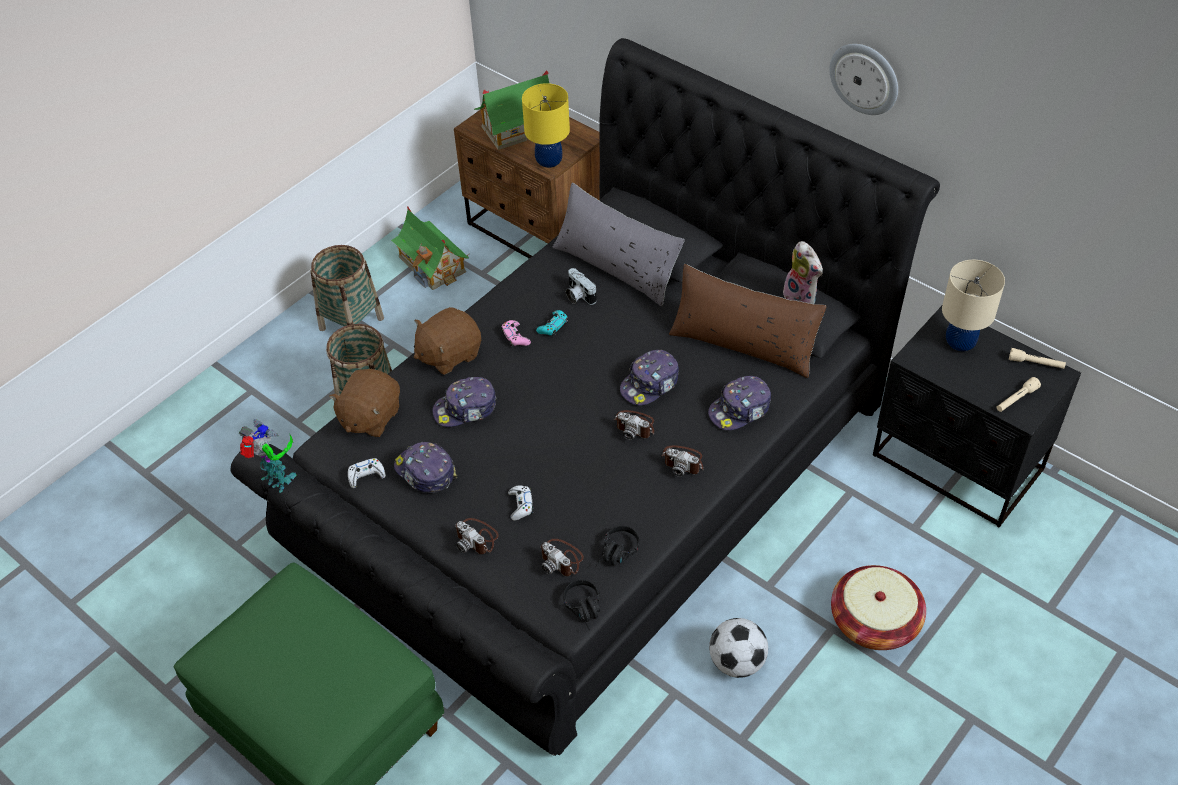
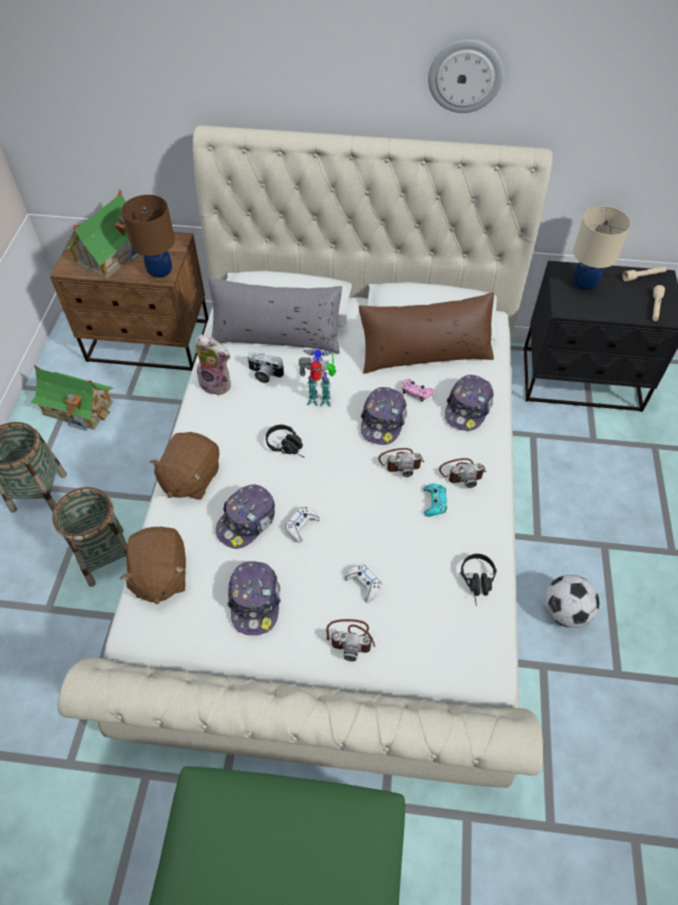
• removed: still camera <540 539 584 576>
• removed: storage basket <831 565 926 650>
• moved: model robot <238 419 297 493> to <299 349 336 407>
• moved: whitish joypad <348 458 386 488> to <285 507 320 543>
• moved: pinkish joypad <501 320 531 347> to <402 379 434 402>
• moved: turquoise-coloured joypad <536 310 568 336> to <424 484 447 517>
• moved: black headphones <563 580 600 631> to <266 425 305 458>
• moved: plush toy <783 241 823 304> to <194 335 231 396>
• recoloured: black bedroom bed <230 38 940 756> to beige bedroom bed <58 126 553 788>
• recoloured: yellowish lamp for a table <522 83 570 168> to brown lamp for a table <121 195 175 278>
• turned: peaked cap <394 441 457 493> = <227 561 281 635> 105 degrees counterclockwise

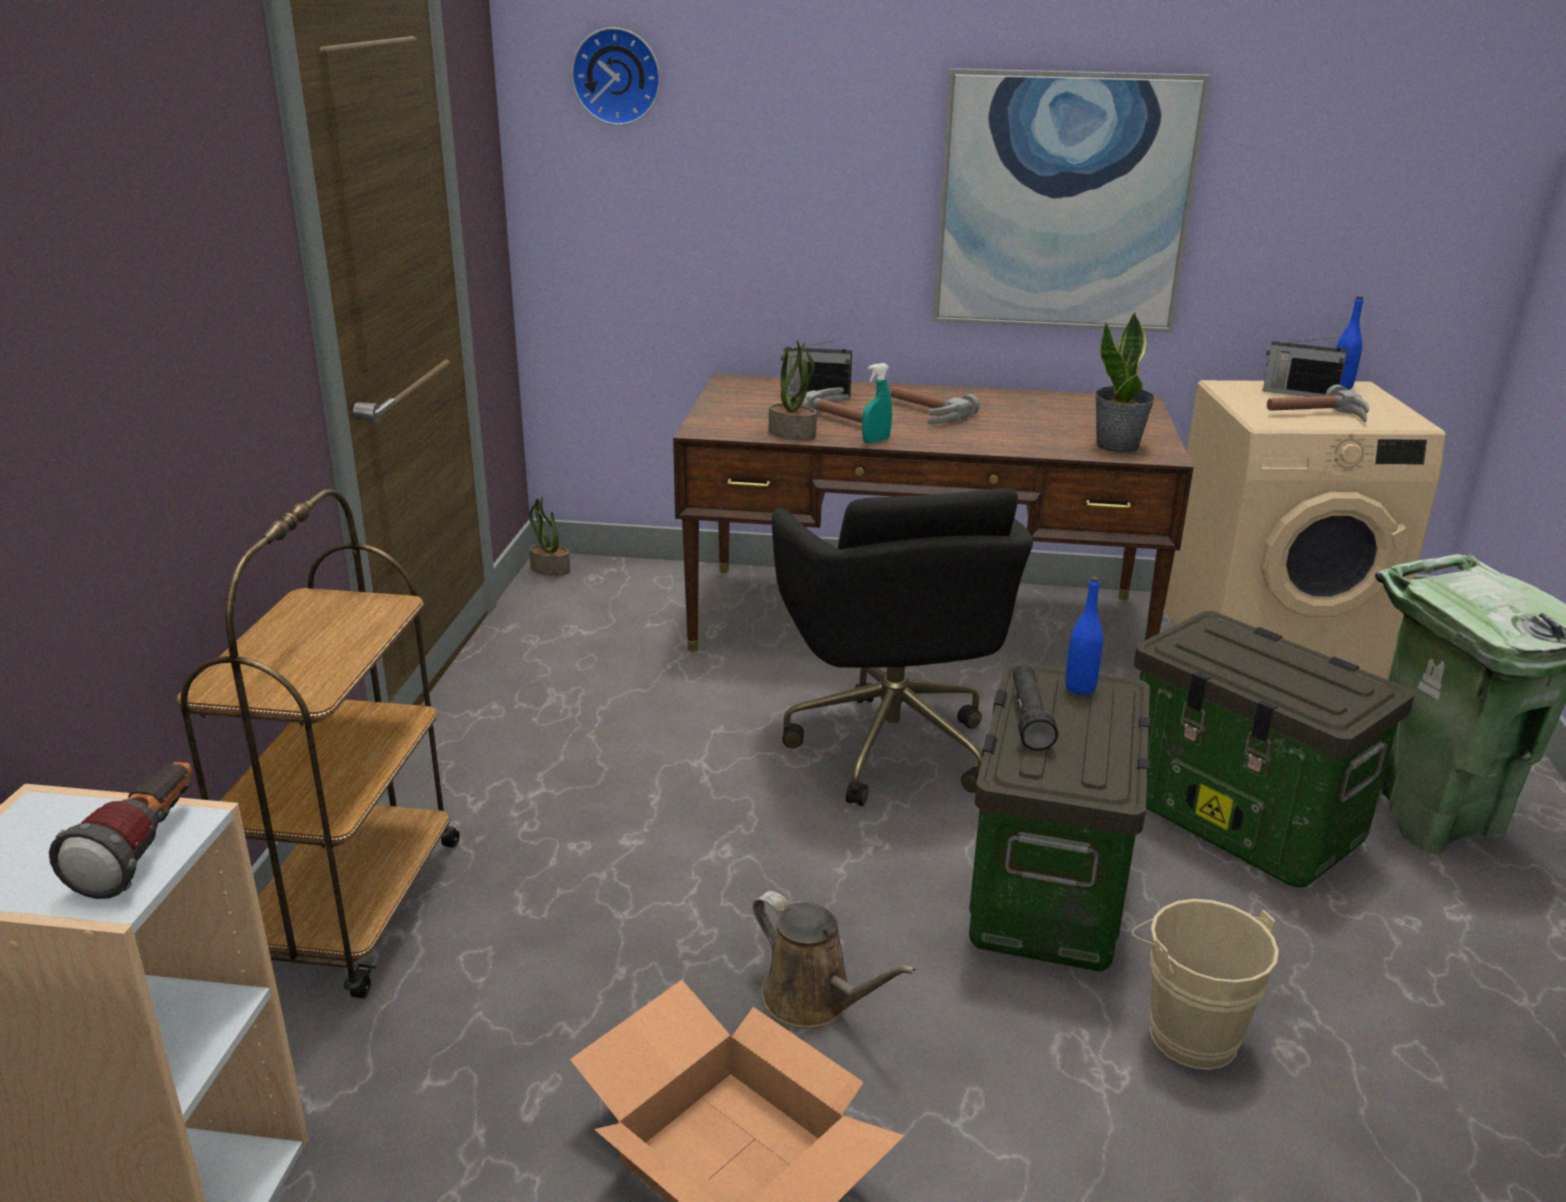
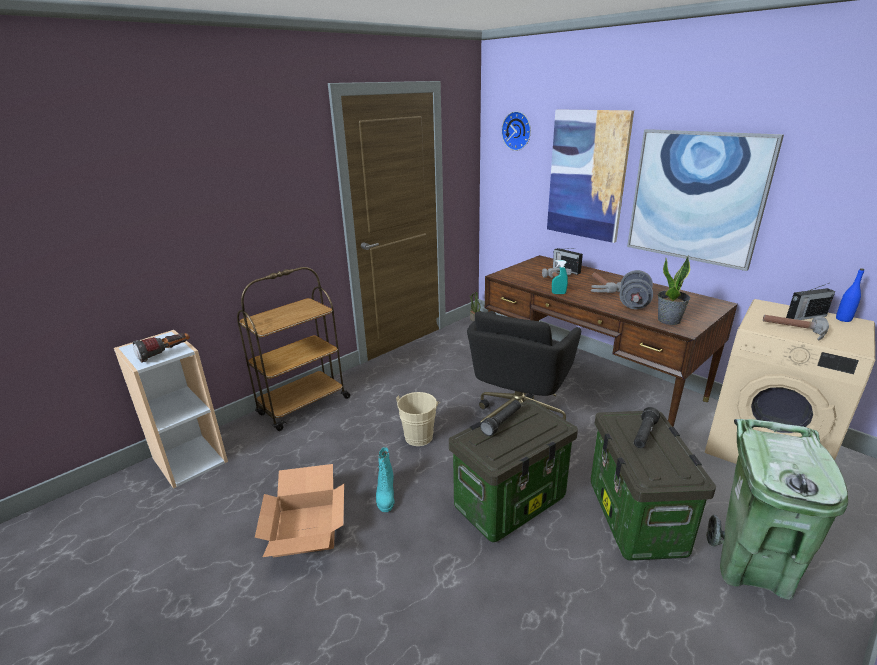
• removed: houseplant <769 340 817 440>
• removed: bluish drink bottle <1065 576 1103 695>
• added: wall art <547 109 634 243>
• added: grey hand weight <620 270 653 309>
• added: black torch <634 407 660 448>
• moved: beige water bucket <1132 899 1279 1070> to <396 392 440 446>
• replaced: brown watering can <753 891 916 1028> to turquoise-coloured boot <376 447 395 512>
• turned: radio <1263 336 1347 397> = <786 283 835 320> 75 degrees counterclockwise

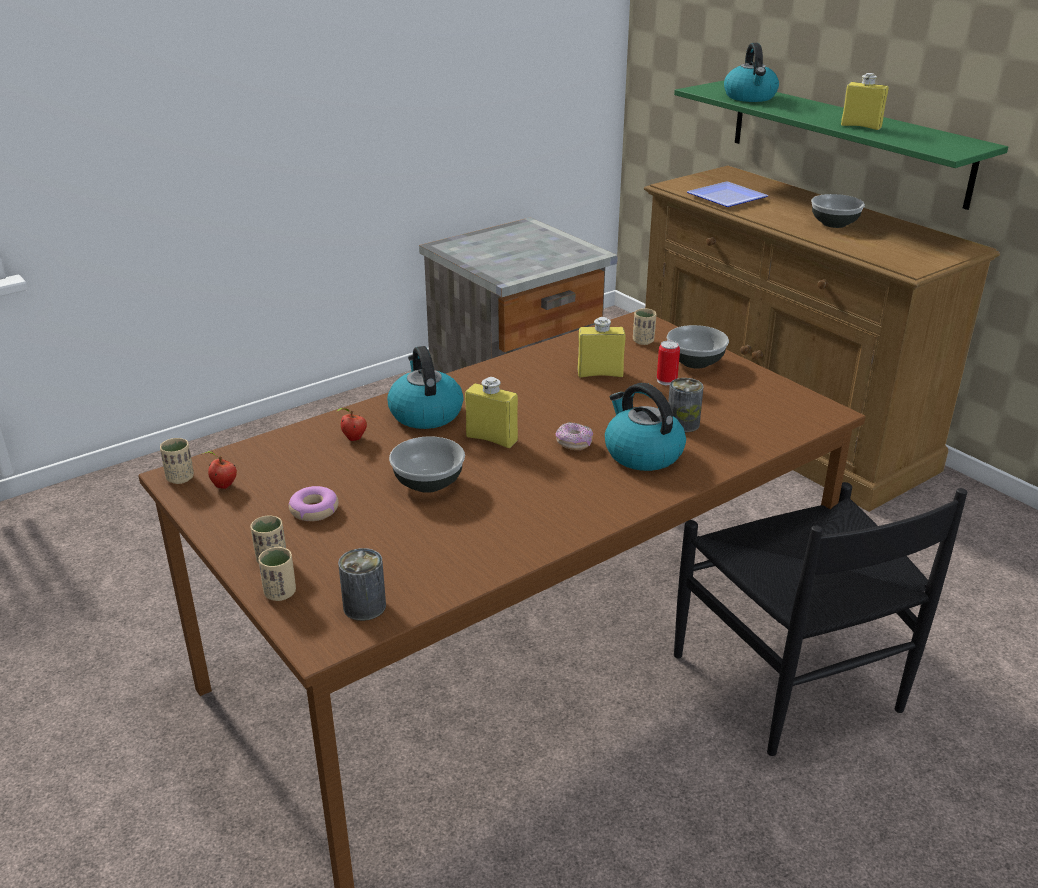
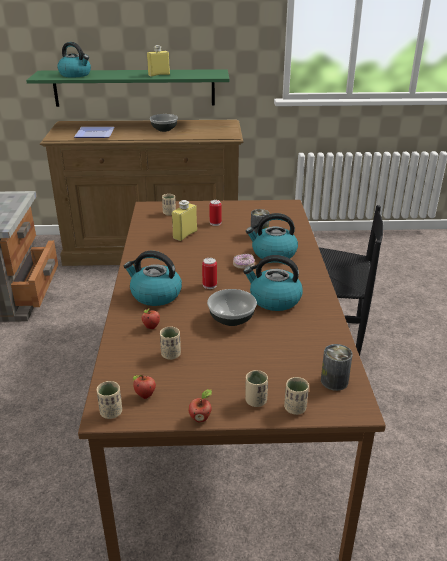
• removed: ring doughnut <289 486 339 521>
• removed: deep dish <667 325 729 369>
• added: beige small cup <160 326 181 360>
• added: apple <188 389 212 422>
• added: water kettle <243 255 303 311>
• replaced: yellowish drink bottle <465 377 518 448> to sealed can <202 258 217 289>

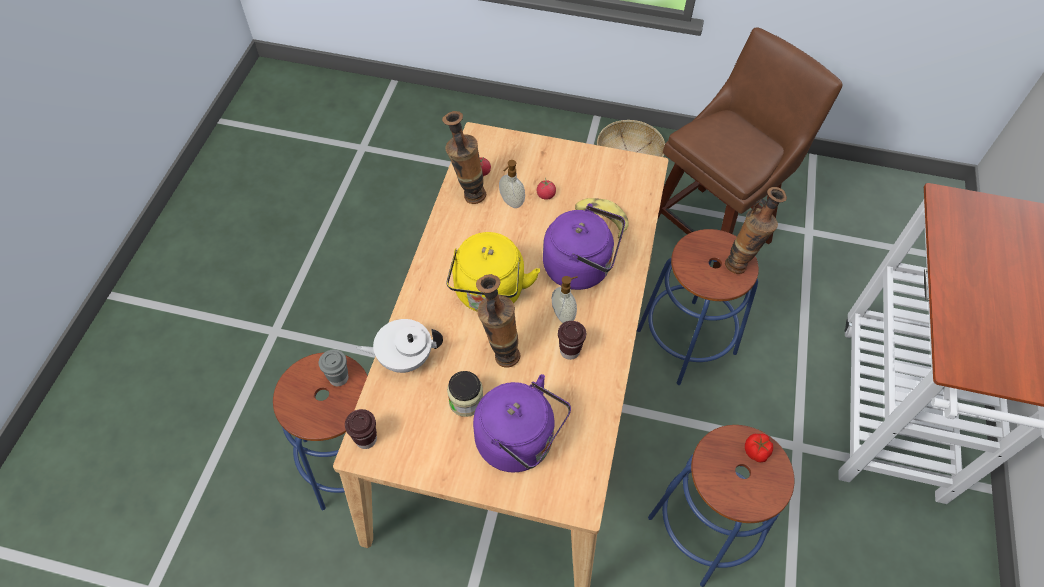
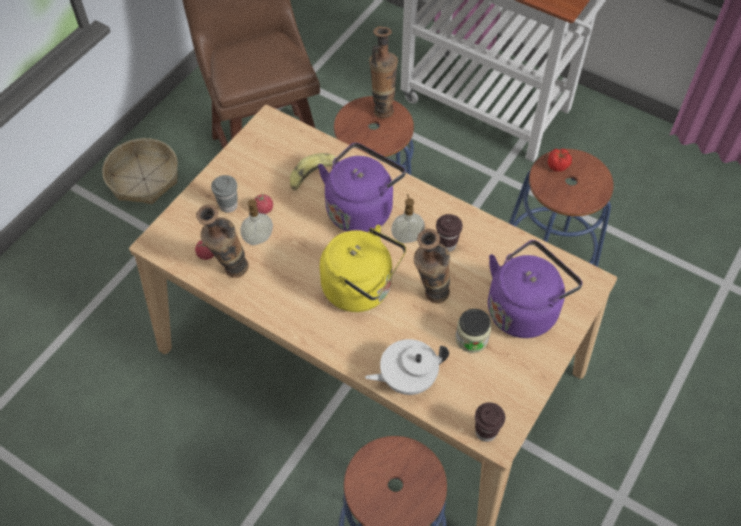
• moved: grey small cup <319 349 348 386> to <211 175 238 213>
• turned: whitish pot for tea <357 319 443 373> = <365 339 449 395> 60 degrees clockwise

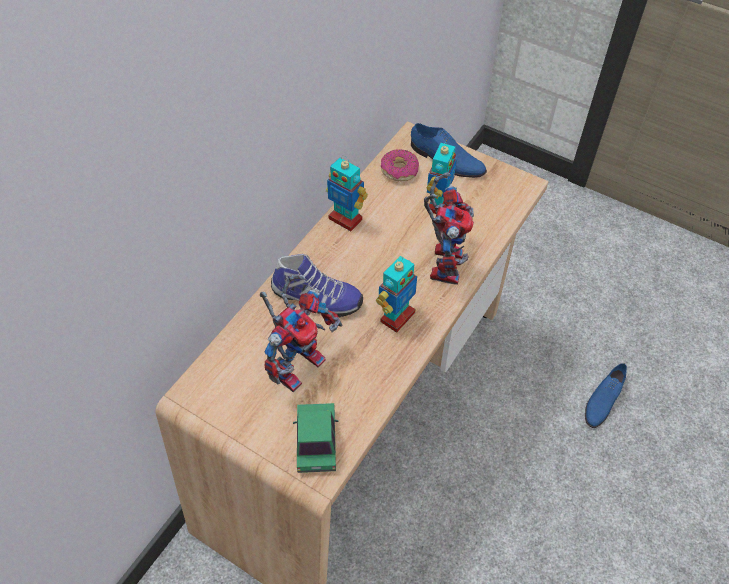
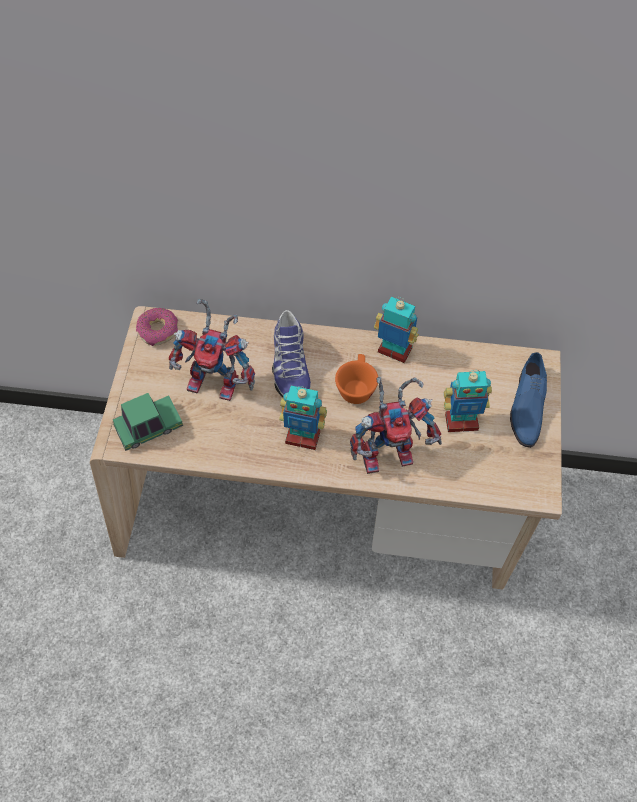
• removed: bluish low shoe <585 363 627 428>
• added: orange small cup <335 354 378 404>
• moved: ring doughnut <381 149 419 181> to <136 308 178 346>
• turned: model robot <326 156 368 231> = <374 297 419 363> 105 degrees clockwise

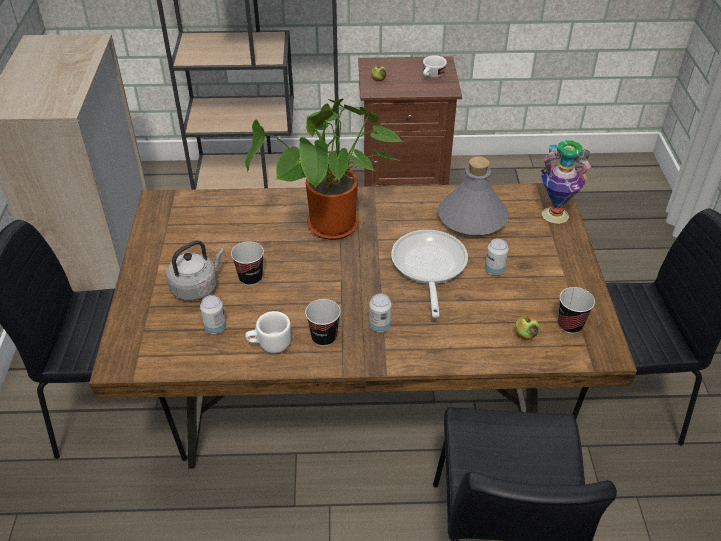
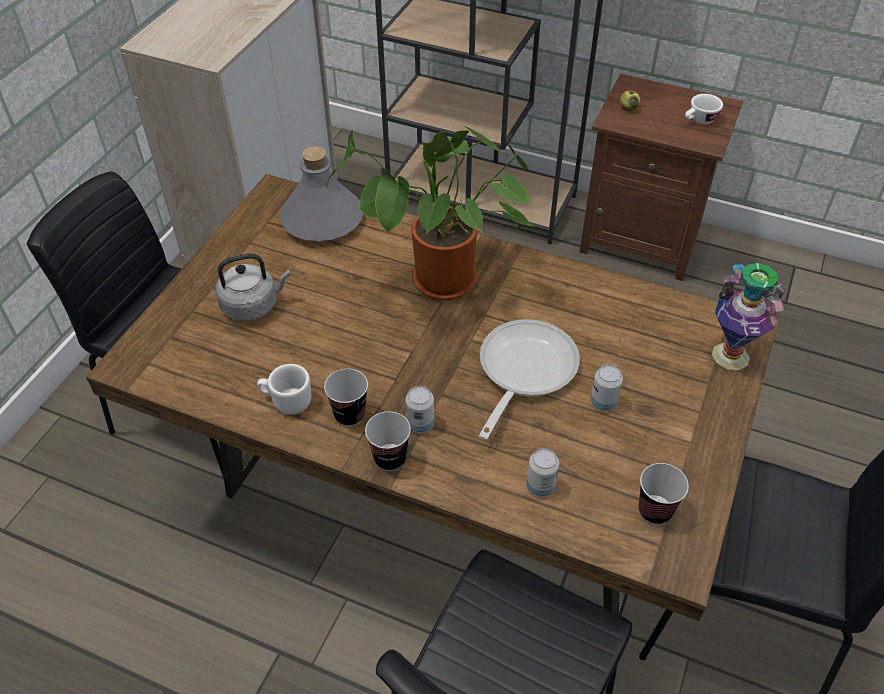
• removed: apple <515 316 539 340>
• moved: sealed can <200 295 226 334> to <526 448 559 497>
• moved: small cup <231 241 264 286> to <365 412 411 471>
• moved: grey drink bottle <438 157 509 236> to <280 146 363 242>

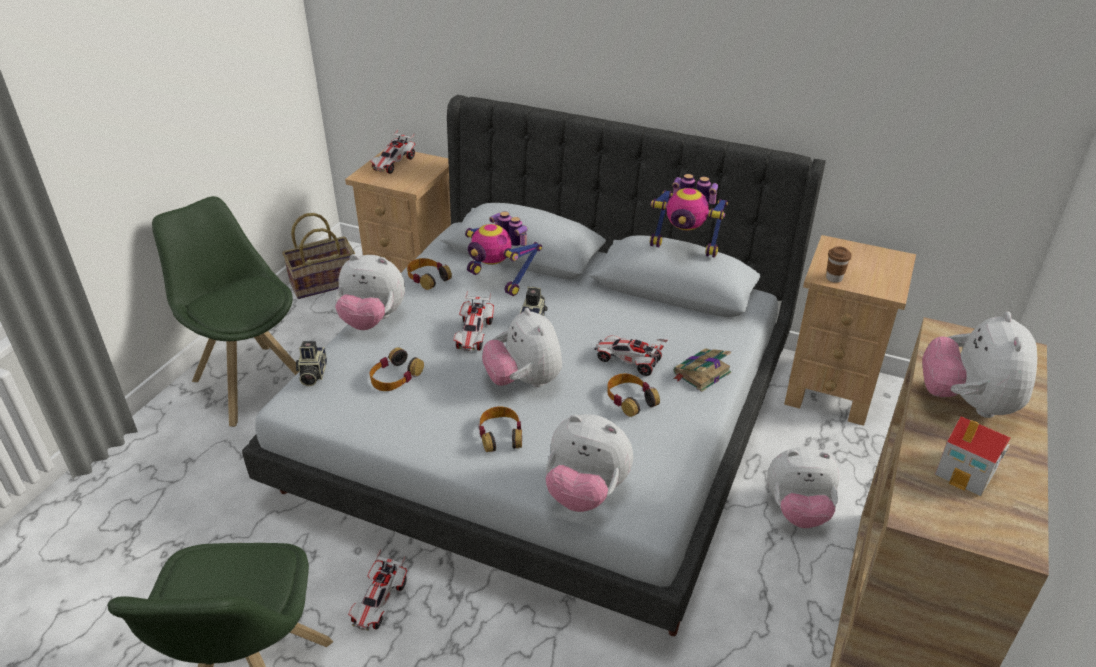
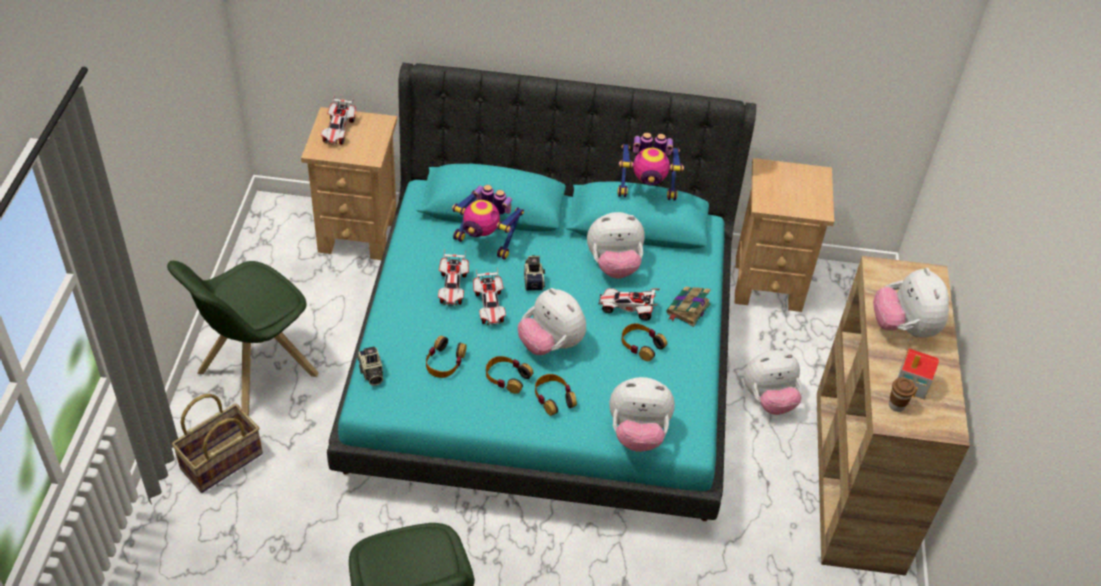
• moved: storage basket <282 213 355 299> to <172 394 263 493>
• moved: plush toy <335 254 405 330> to <587 212 645 279>
• moved: toy car <348 549 407 631> to <438 249 469 306>
• moved: headphones <407 258 452 290> to <486 356 534 394>
• moved: brown small cup <826 246 852 283> to <889 378 916 412>
• recoloured: grey bedroom bed <242 95 826 636> to turquoise-coloured bedroom bed <327 62 756 521>
• turned: greenish plain chair <152 196 299 427> = <167 261 318 416> 75 degrees counterclockwise

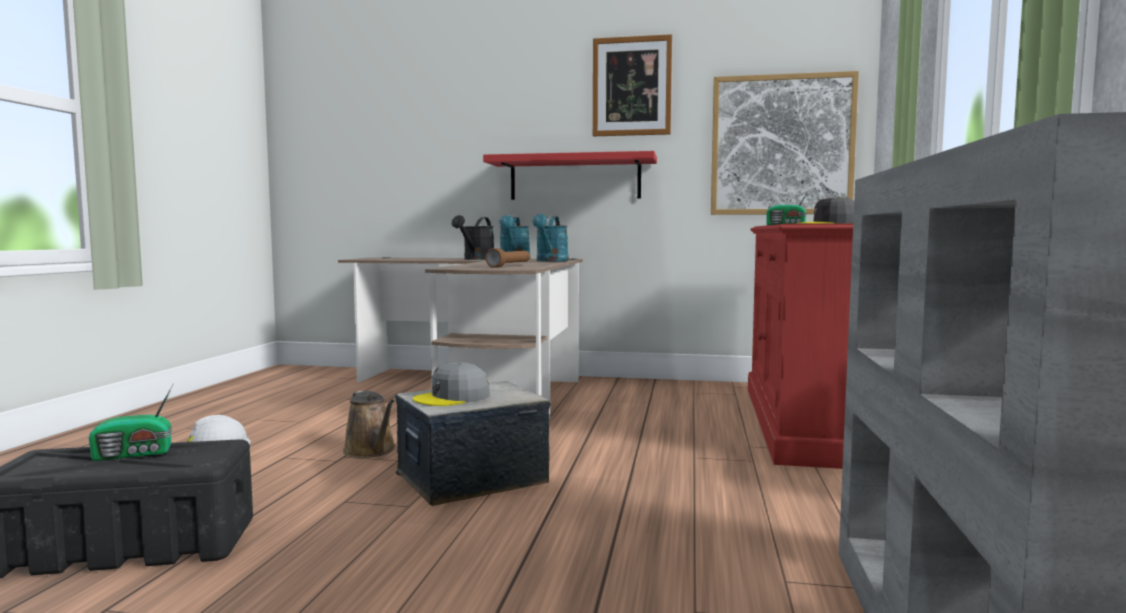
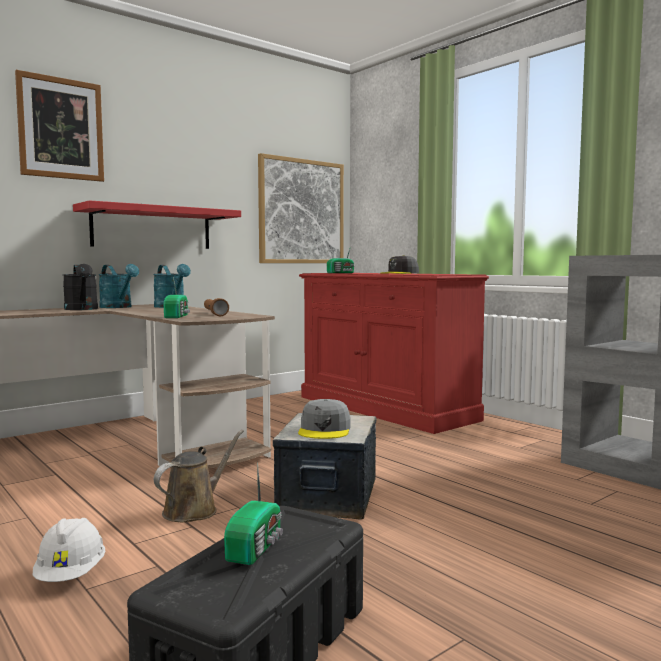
• added: radio <164 277 190 318>
• moved: wall art <593 34 672 136> to <15 70 104 182>
• turned: brown watering can <343 391 396 458> = <154 430 244 522> 60 degrees counterclockwise

